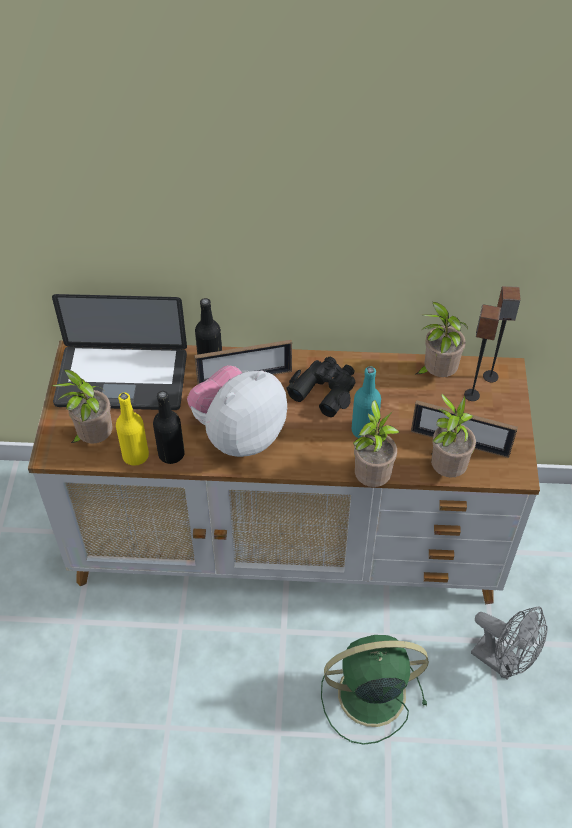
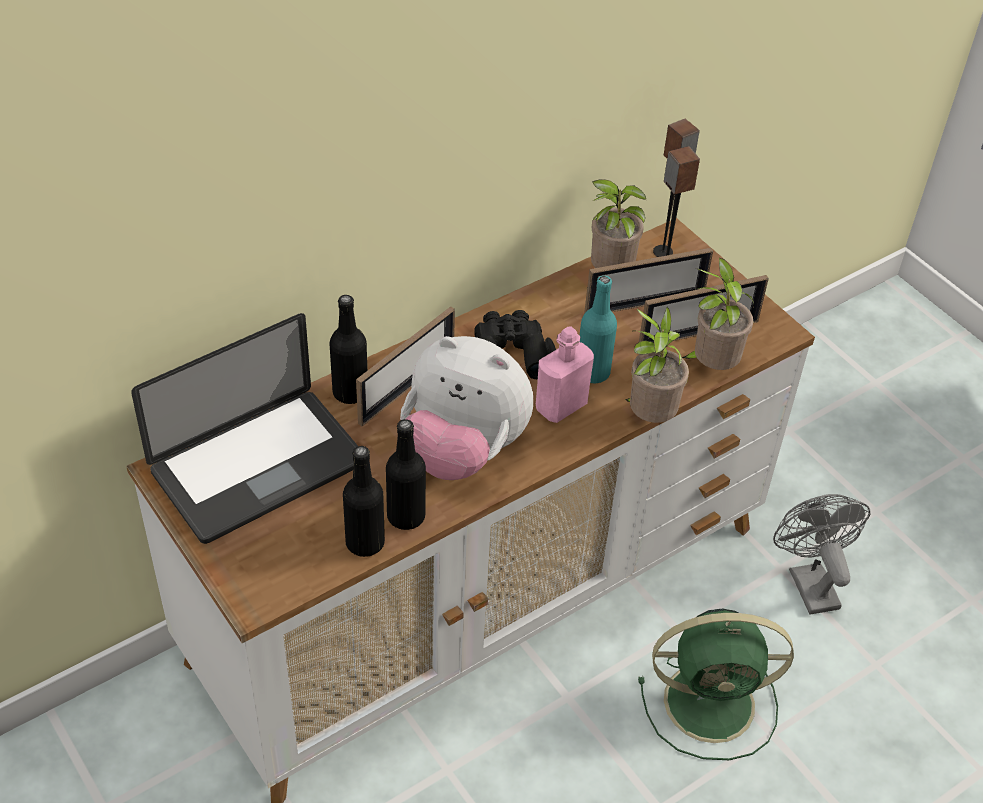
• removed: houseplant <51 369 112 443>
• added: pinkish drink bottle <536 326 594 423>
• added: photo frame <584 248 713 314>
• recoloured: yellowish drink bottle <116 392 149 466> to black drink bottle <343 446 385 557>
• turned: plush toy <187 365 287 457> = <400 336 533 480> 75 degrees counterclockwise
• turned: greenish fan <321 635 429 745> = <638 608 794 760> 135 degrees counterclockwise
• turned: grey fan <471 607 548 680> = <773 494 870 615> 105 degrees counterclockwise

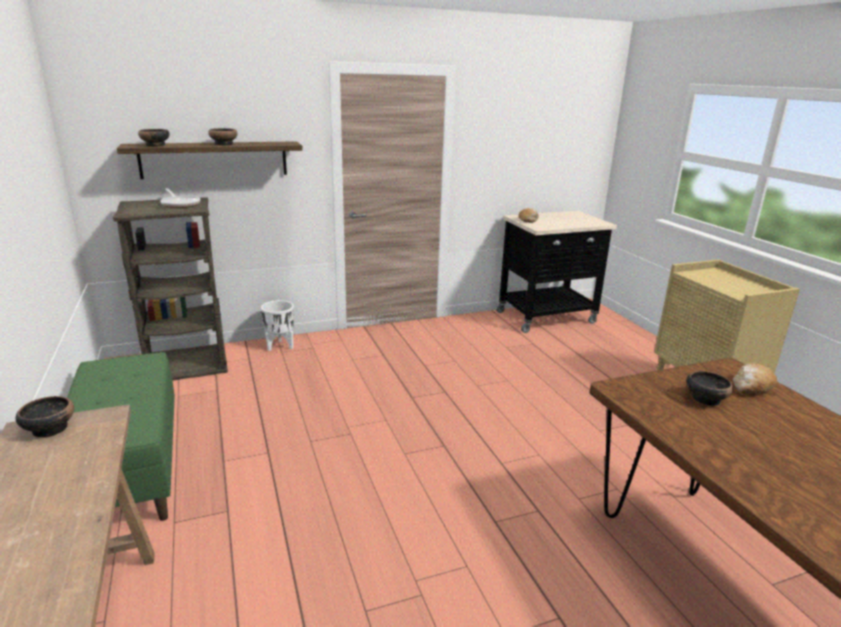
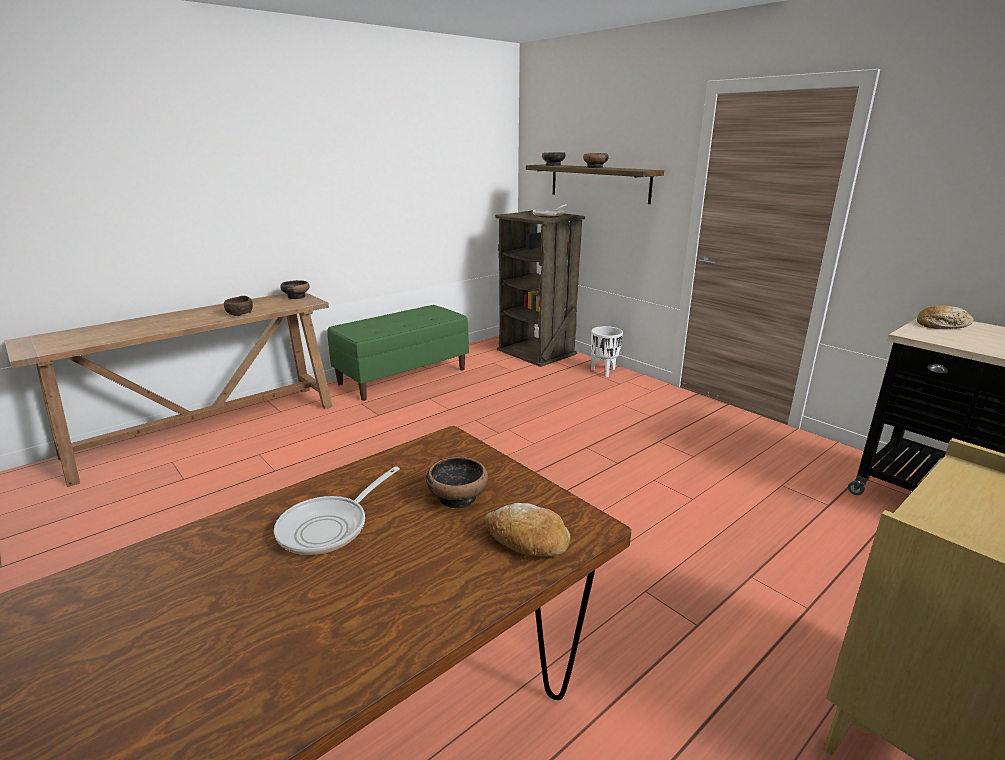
• added: brown deep dish <224 296 253 316>
• added: skillet <274 466 400 555>

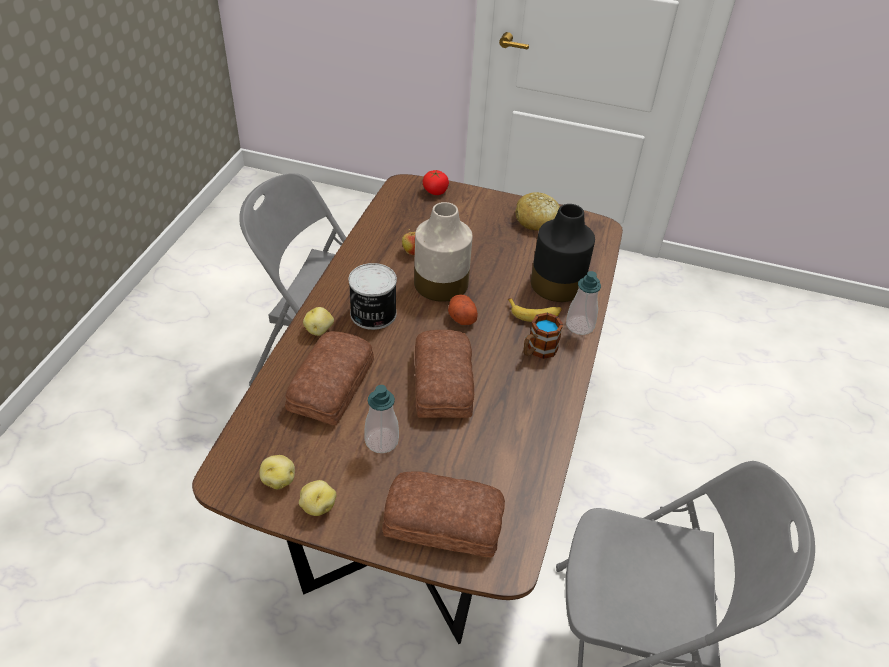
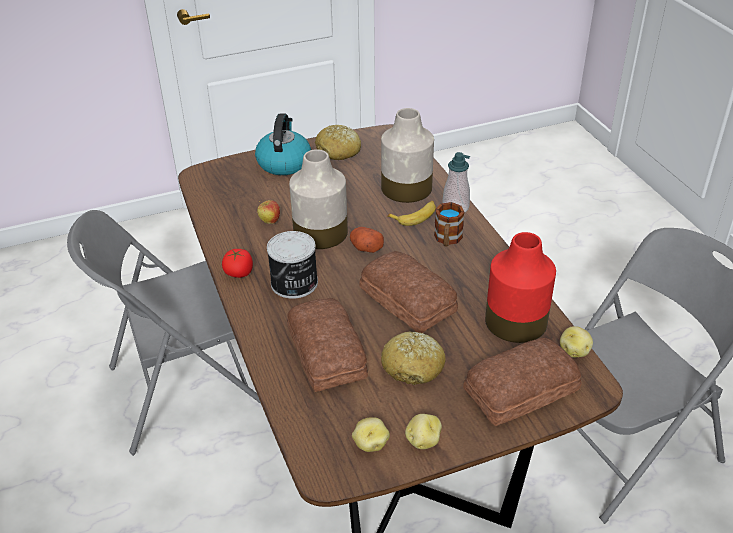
• added: water kettle <255 113 311 175>
• added: red vase <485 232 556 343>
• moved: potato <303 307 334 336> to <560 326 593 358>
• moved: tomato <423 170 449 195> to <222 249 253 278>
• replaced: soap dispenser <364 385 399 453> to baked bread <381 332 446 385>
• recoloured: black vase <531 204 595 302> to beige vase <381 108 434 203>

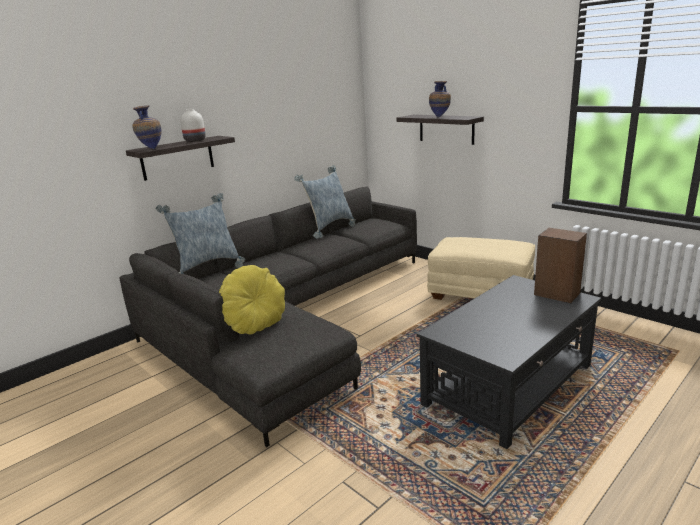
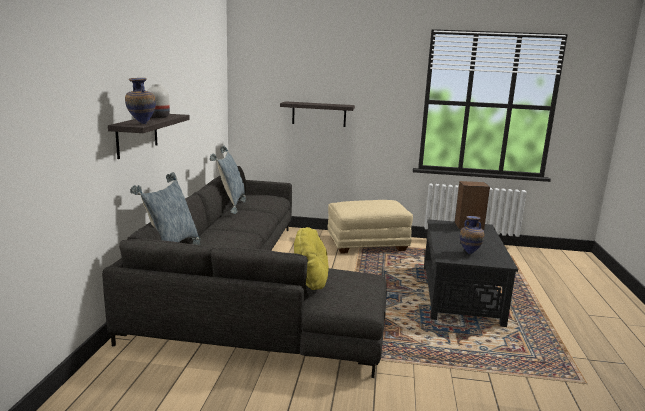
• moved: vase <429 81 451 117> to <460 216 484 254>

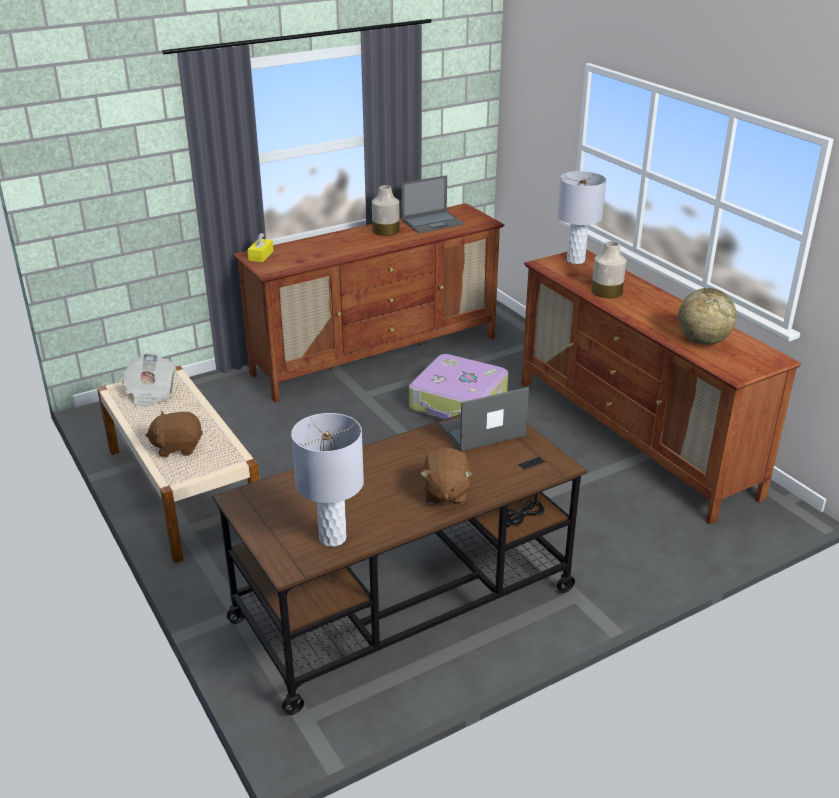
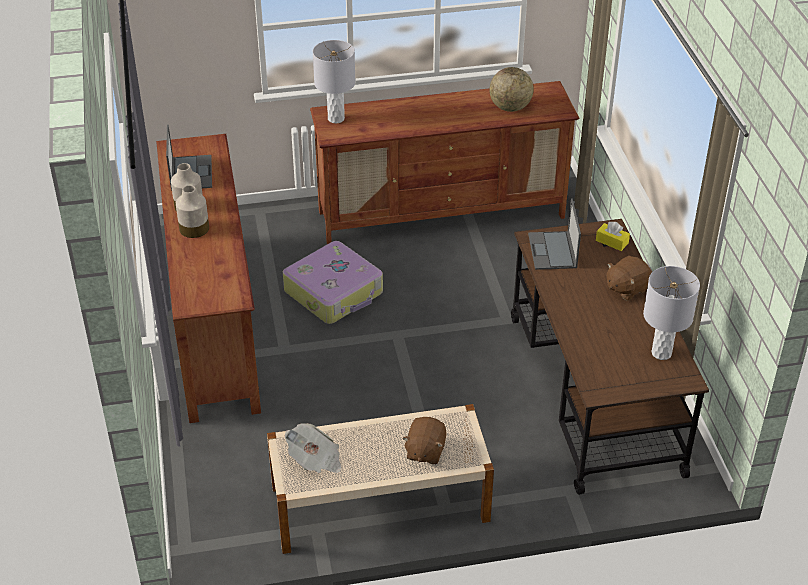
• moved: yellowish box of tissues <247 233 274 262> to <596 222 630 251>
• moved: beige vase <591 241 626 298> to <176 185 209 238>
• turned: brown plush toy <420 448 473 505> = <607 256 652 301> 120 degrees clockwise

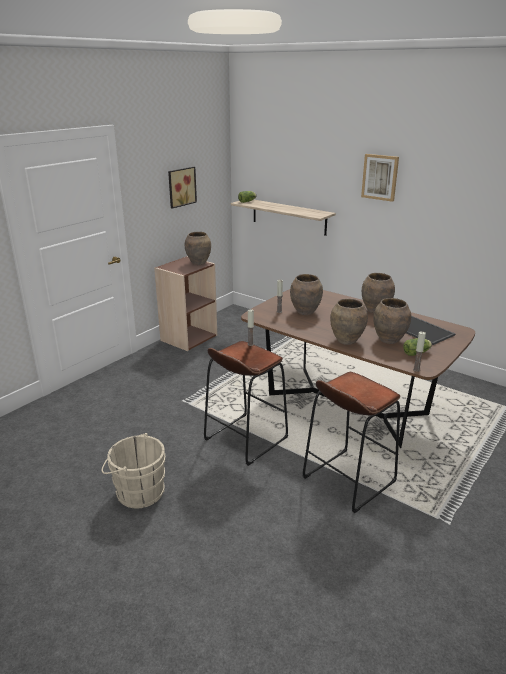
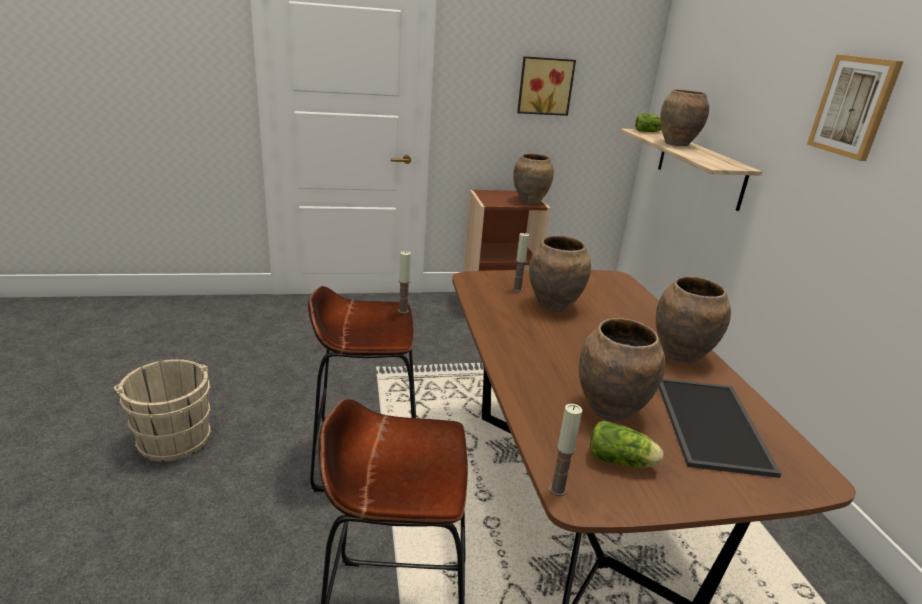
• moved: brown vase <330 299 368 345> to <660 89 709 146>

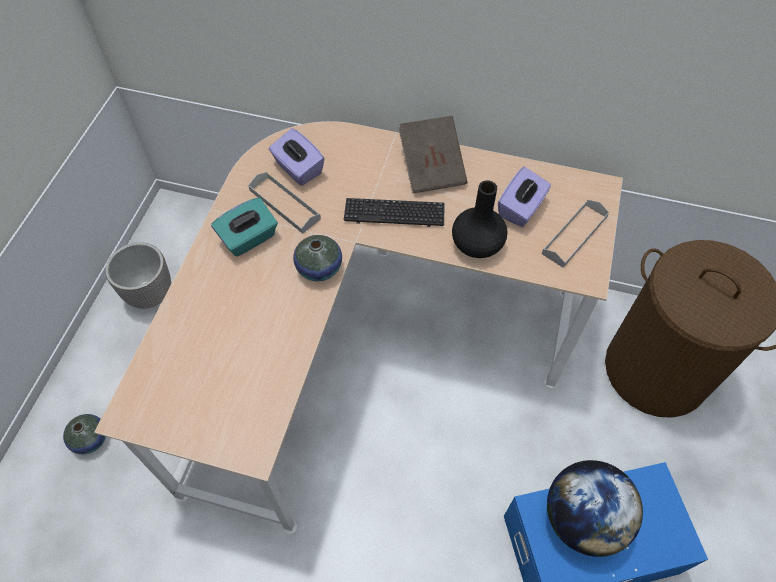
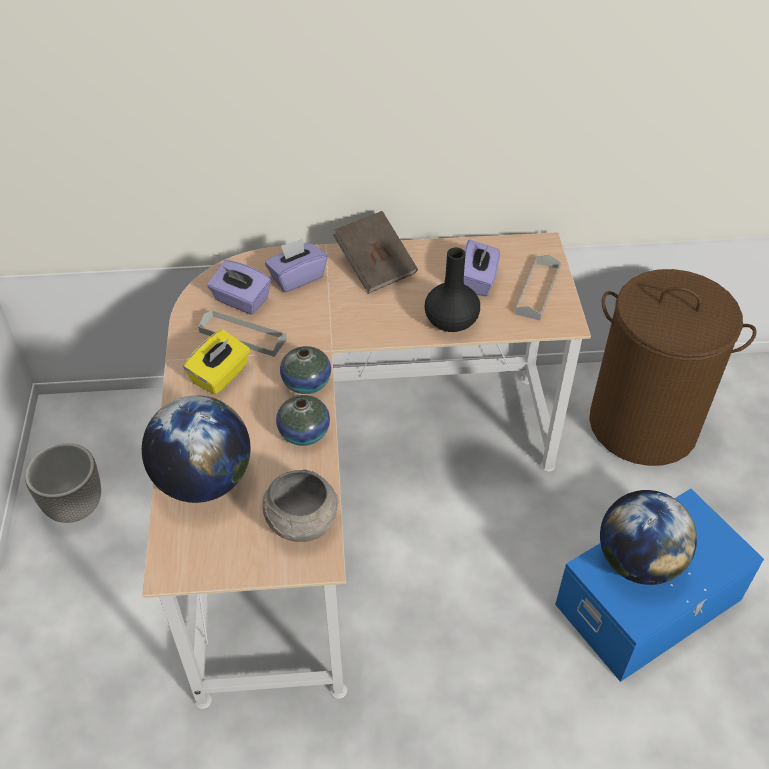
• removed: computer keyboard <344 198 445 227>
• added: globe <142 395 251 503>
• added: grey deep dish <262 469 339 542>
• added: purple box of tissues <265 238 327 292>
• moved: vase <63 414 106 454> to <276 395 330 446>
• recoloured: turquoise-coloured box of tissues <211 197 278 257> to yellowish box of tissues <183 329 250 395>

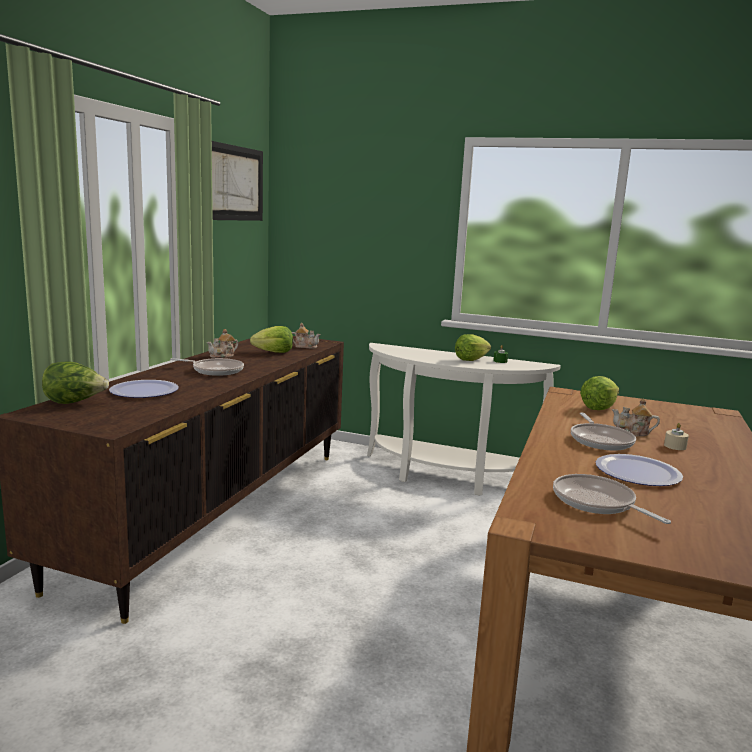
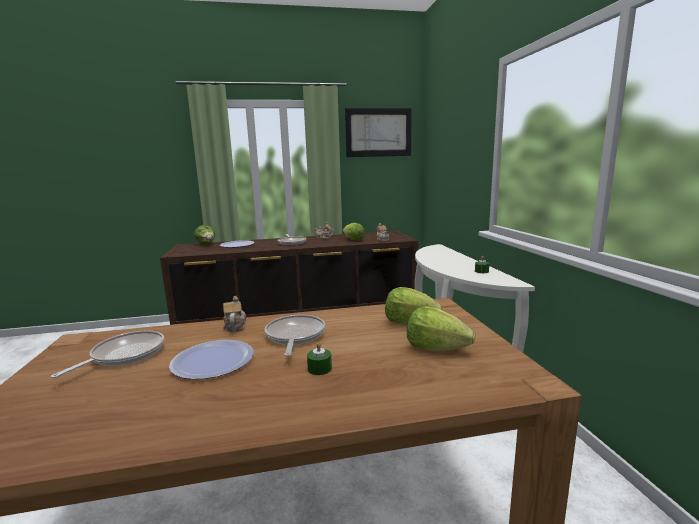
• moved: head of lettuce <455 334 491 361> to <407 306 475 351>
• moved: pot for tea <612 398 660 437> to <223 296 246 332>
• recoloured: beige candle <664 423 689 450> to greenish candle <307 342 332 375>
• turned: skillet <571 413 636 451> = <265 315 325 356> 120 degrees clockwise

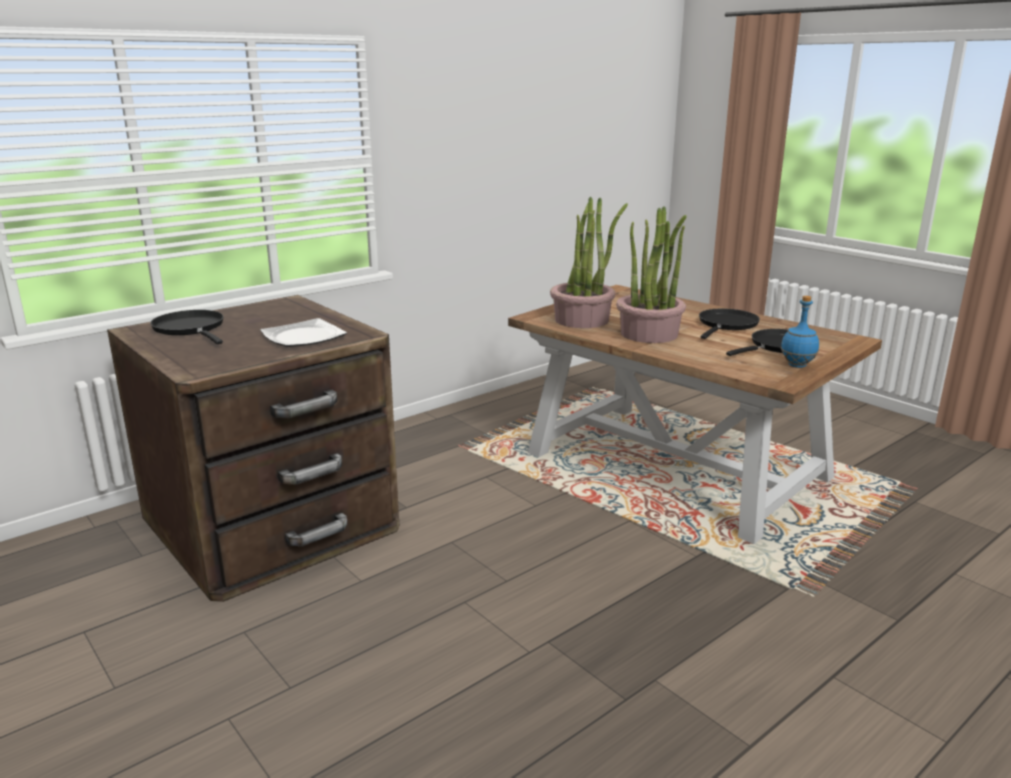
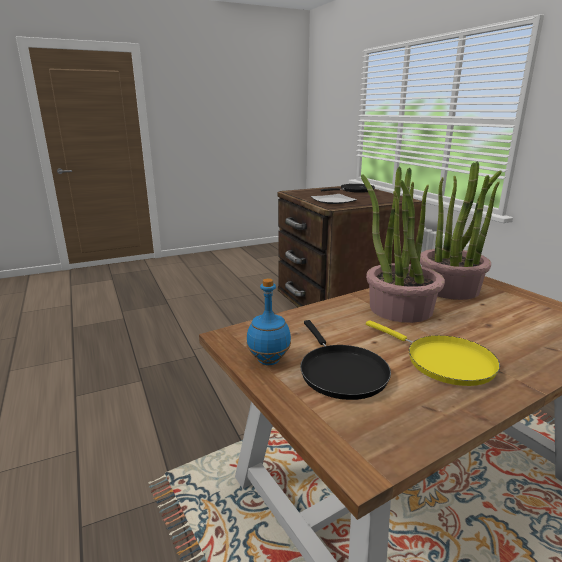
• recoloured: black skillet <699 308 760 339> to yellowish skillet <366 320 500 386>

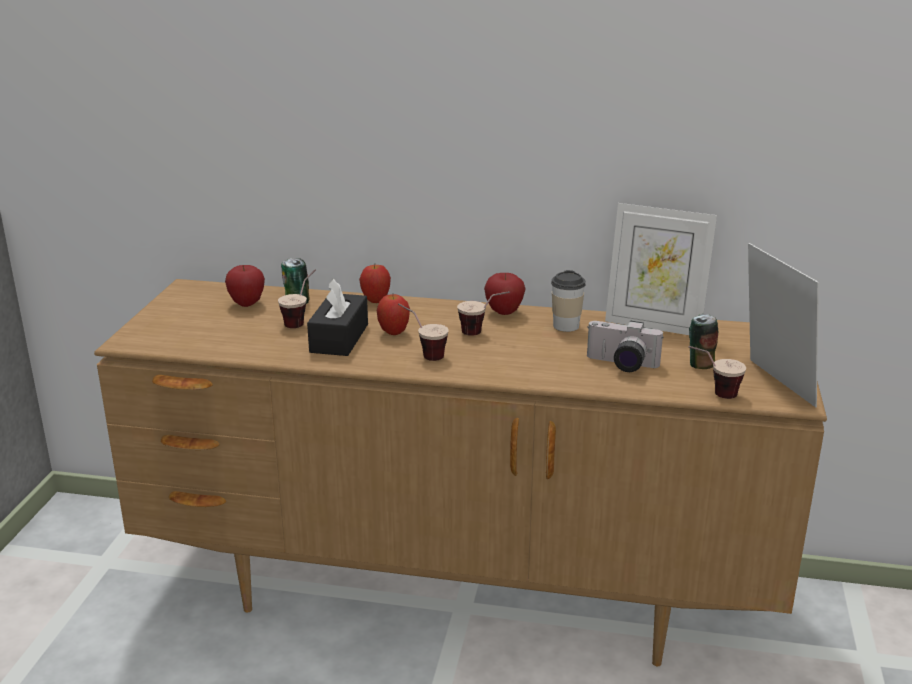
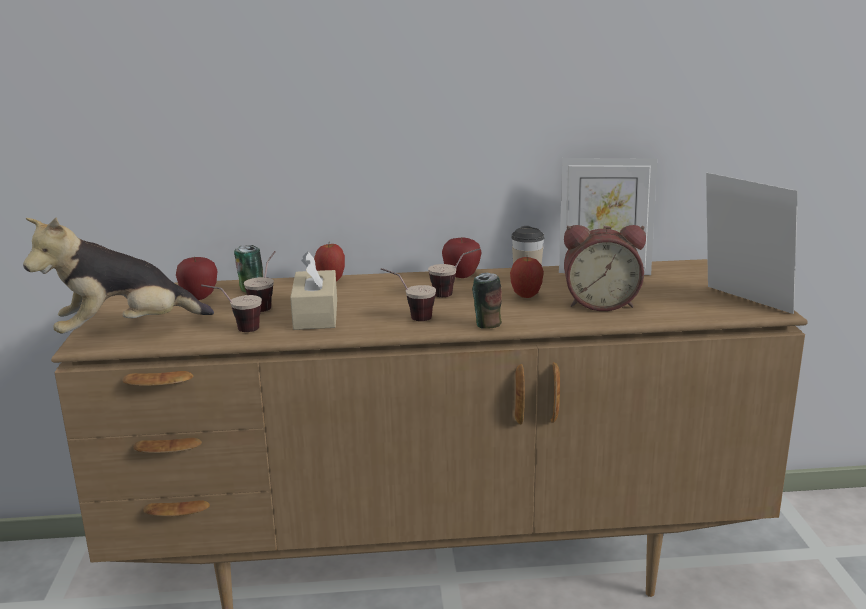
• added: plush toy <23 217 214 334>
• moved: apple <377 294 410 335> to <510 257 544 298>
• moved: small cup <688 346 746 399> to <201 284 262 332>
• moved: sealed can <689 314 718 369> to <472 273 502 329>
• replaced: still camera <587 321 664 372> to bedside clock <564 225 646 311>
• recoloured: black box of tissues <307 278 368 356> to beige box of tissues <290 251 337 330>

